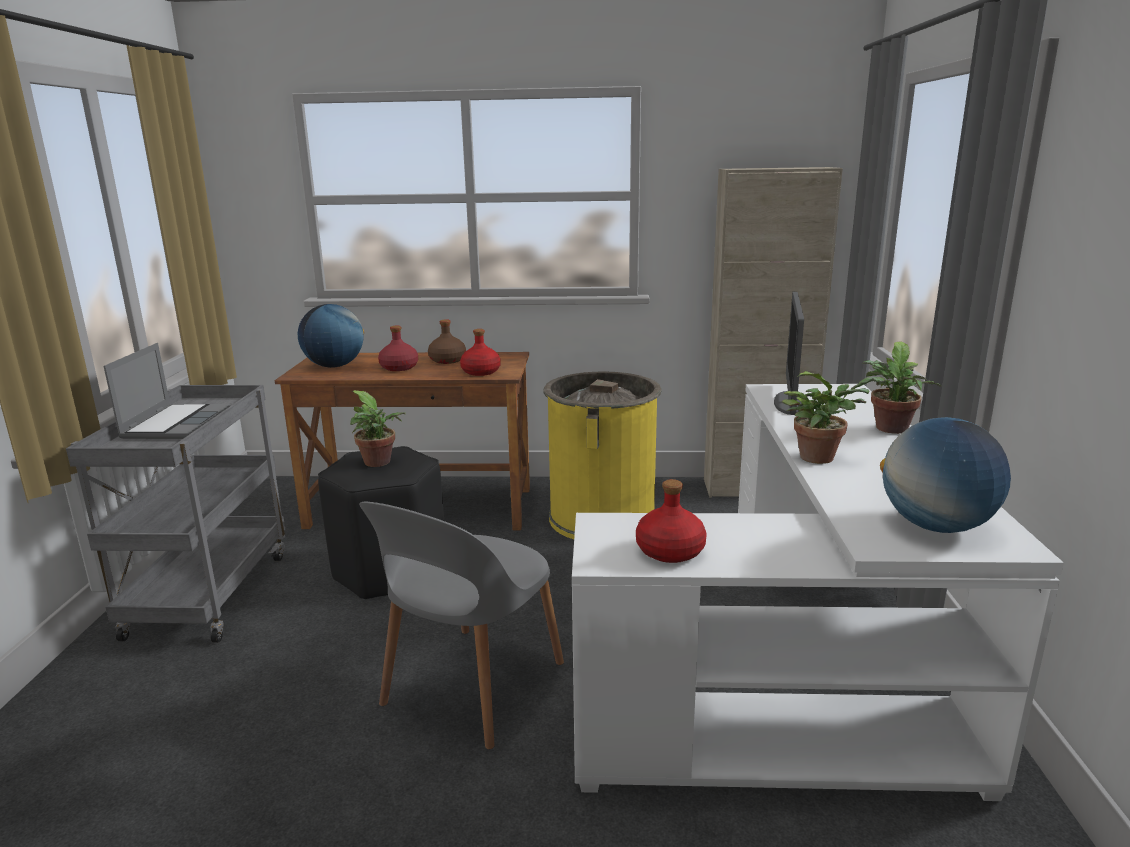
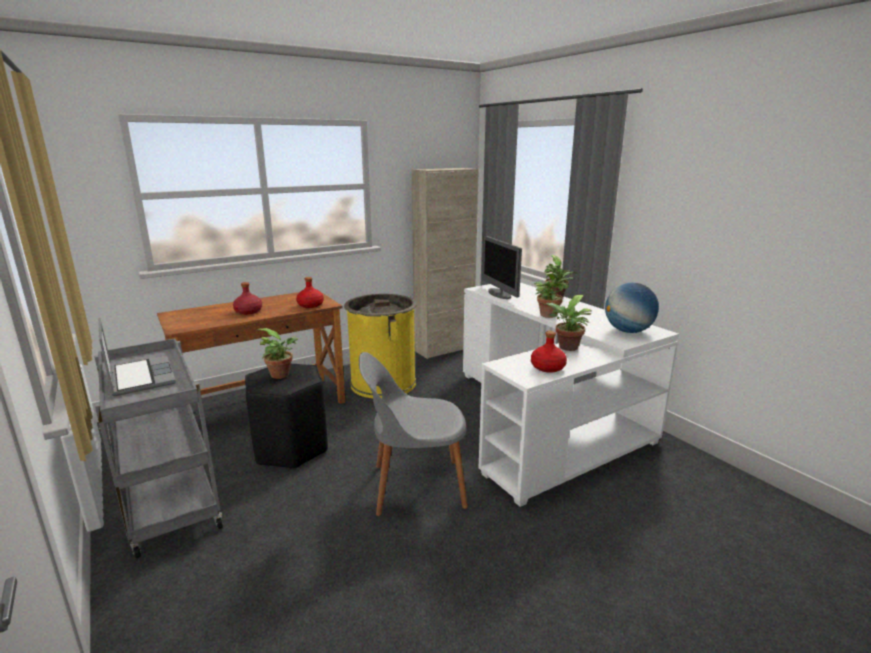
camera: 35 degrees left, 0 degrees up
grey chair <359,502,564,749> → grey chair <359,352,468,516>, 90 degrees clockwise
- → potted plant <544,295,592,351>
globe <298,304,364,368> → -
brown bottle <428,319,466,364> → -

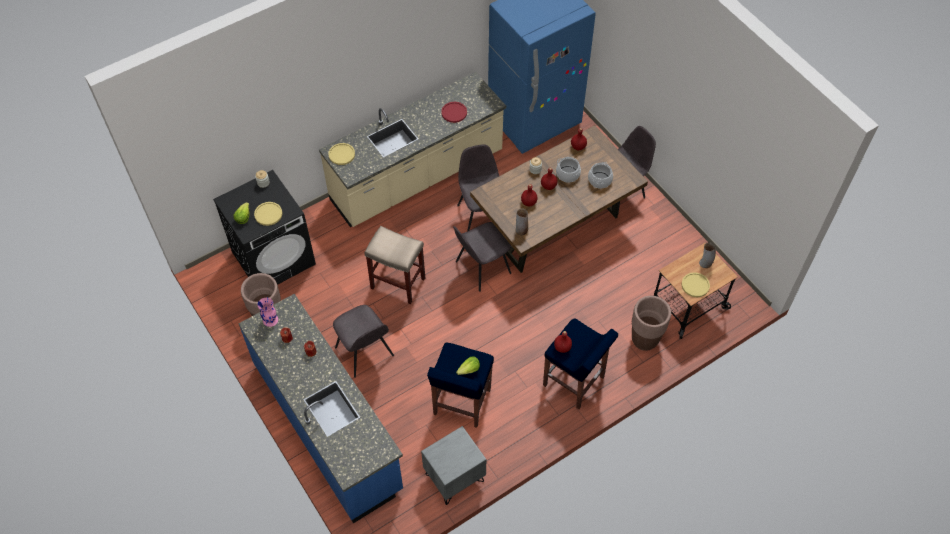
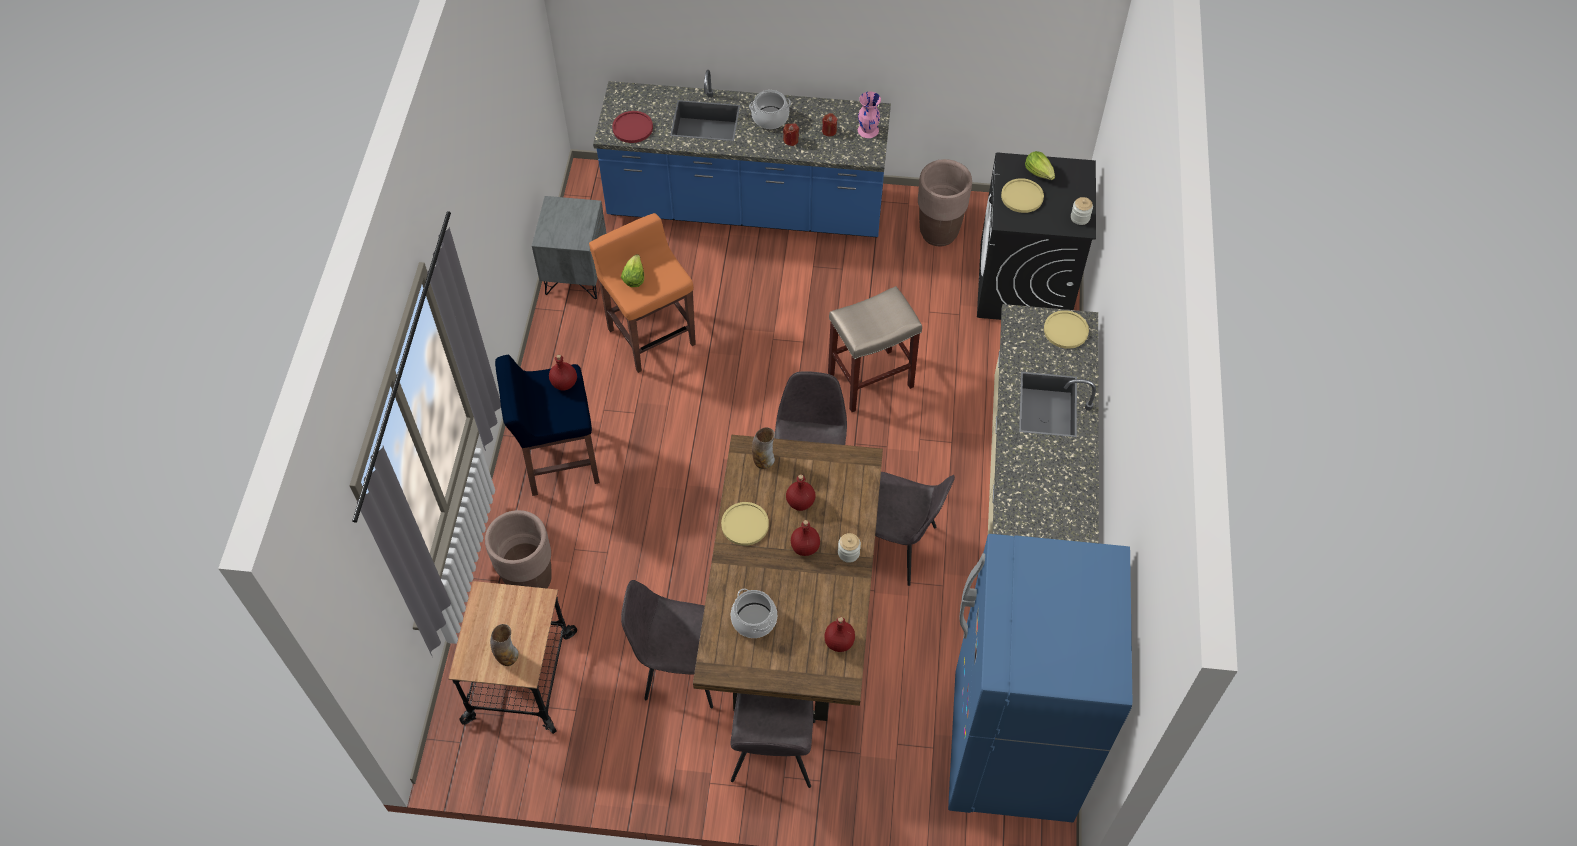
camera: 130 degrees right, 0 degrees up
blue stool <427,343,494,428> → orange stool <589,213,696,373>
red plate <441,102,467,123> → red plate <612,111,653,143>, move
grey chair <333,305,394,378> → grey chair <621,580,713,708>, move
yellow plate <682,272,710,297> → yellow plate <721,502,769,546>, move
cooking pot <556,157,581,183> → cooking pot <749,90,791,129>, move

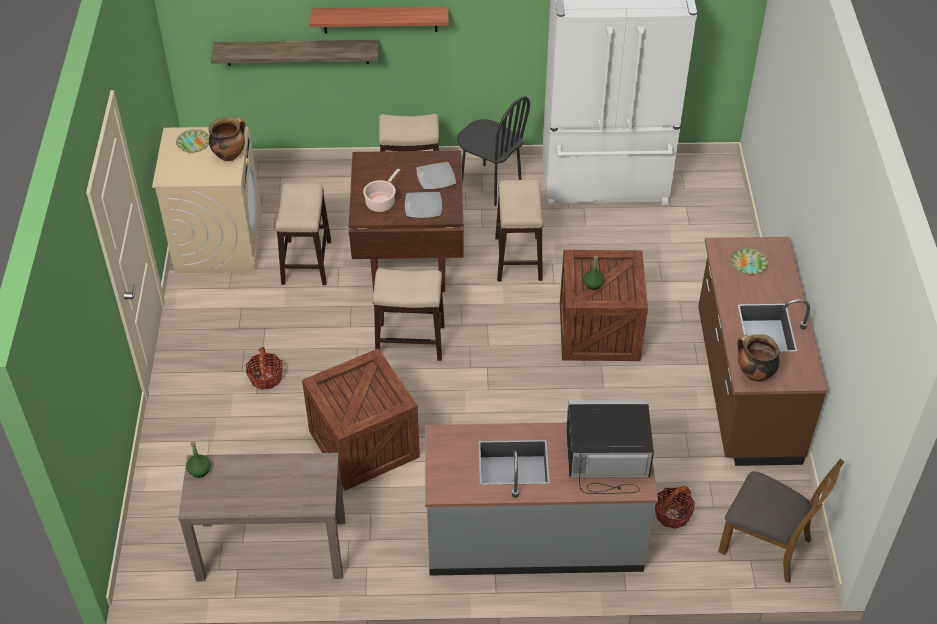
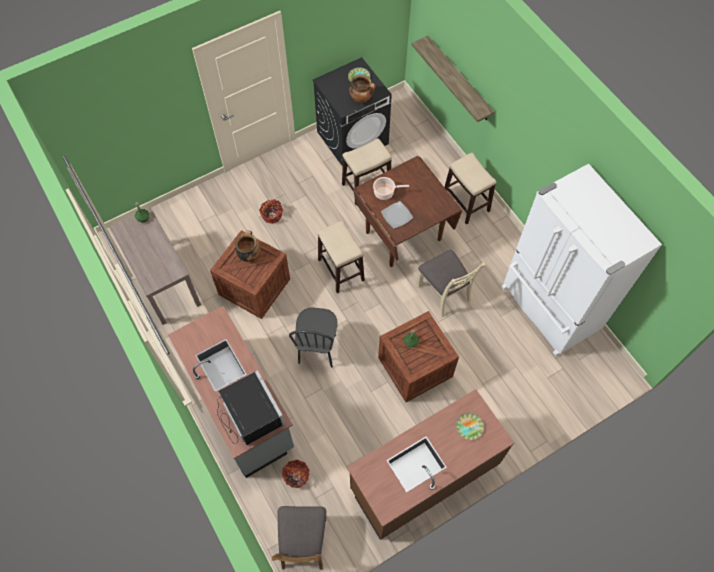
camera: 60 degrees right, 15 degrees up
cooking pot <737,334,780,382> → cooking pot <235,230,261,262>, move
black chair <457,96,530,206> → black chair <289,308,338,367>, move
beige washing machine <152,127,262,274> → black washing machine <313,57,392,167>
stool <495,180,543,281> → beige chair <417,250,485,317>
shelf <310,7,449,33> → -
plate <416,162,456,189> → -

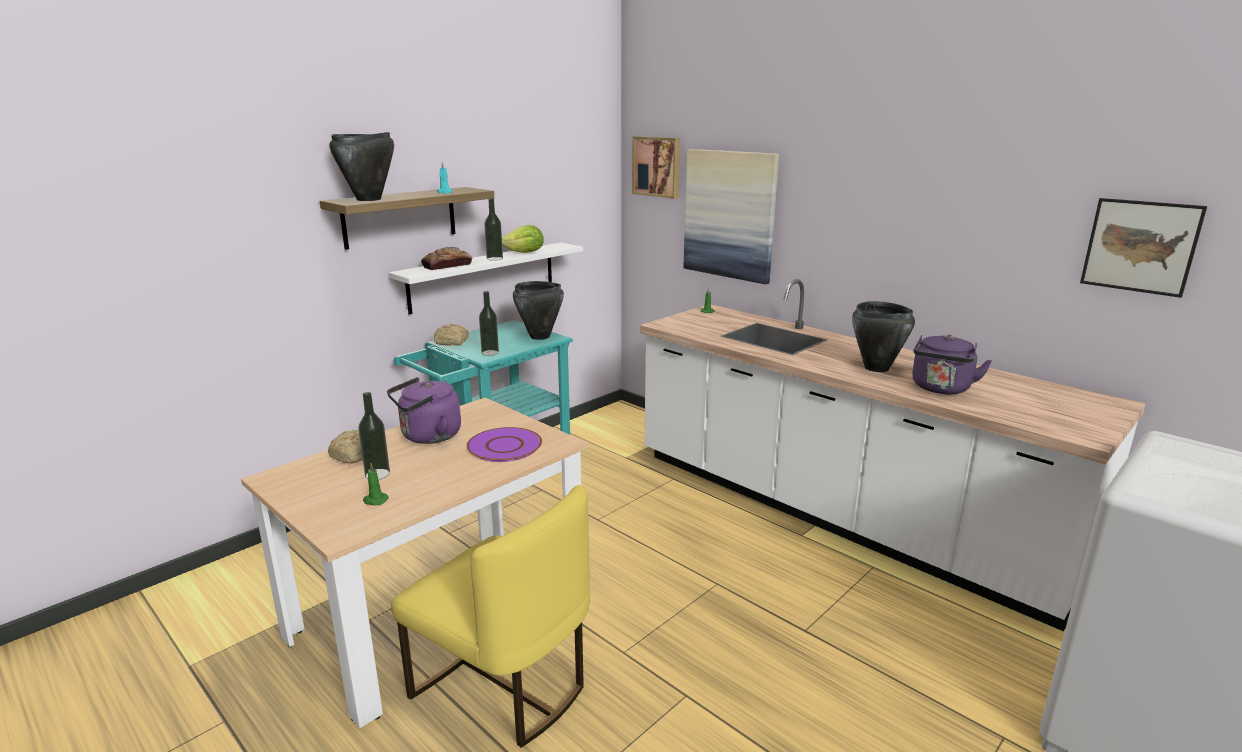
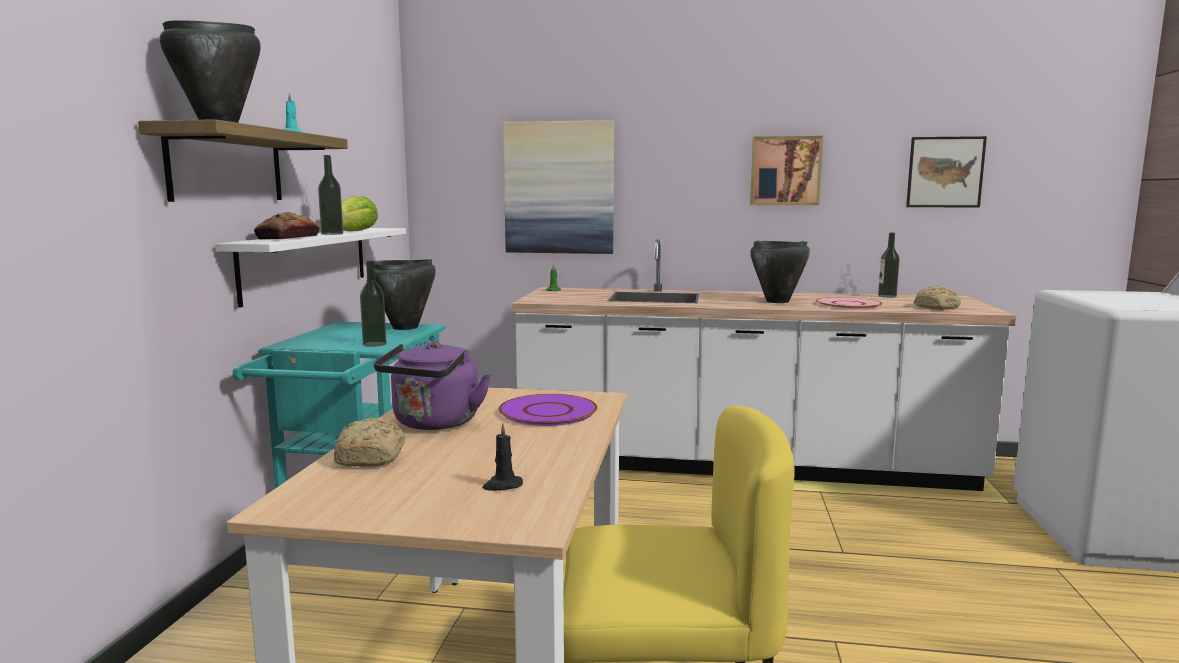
camera: 35 degrees left, 10 degrees down
green candle <363,463,389,506> → black candle <482,423,523,491>
picture <632,136,680,199> → picture <750,136,823,205>, move
purple kettle <912,334,992,394> → pink plate <816,297,883,309>
bottle <358,392,390,480> → bottle <878,233,900,298>, move
bread <434,323,469,346> → bread <914,286,961,310>, move

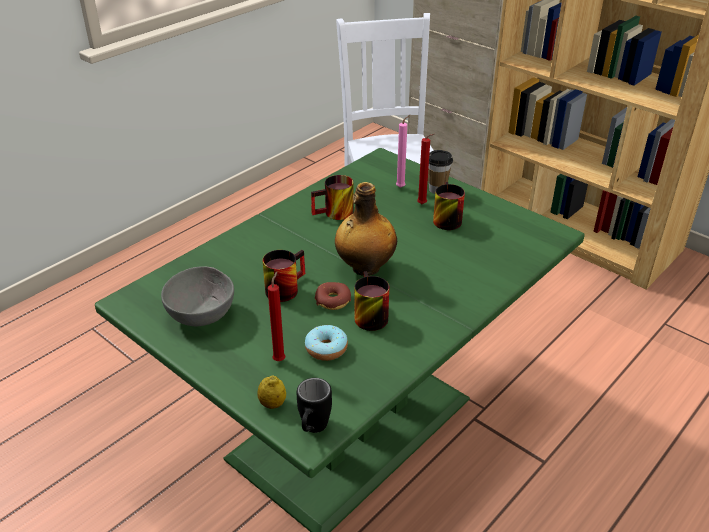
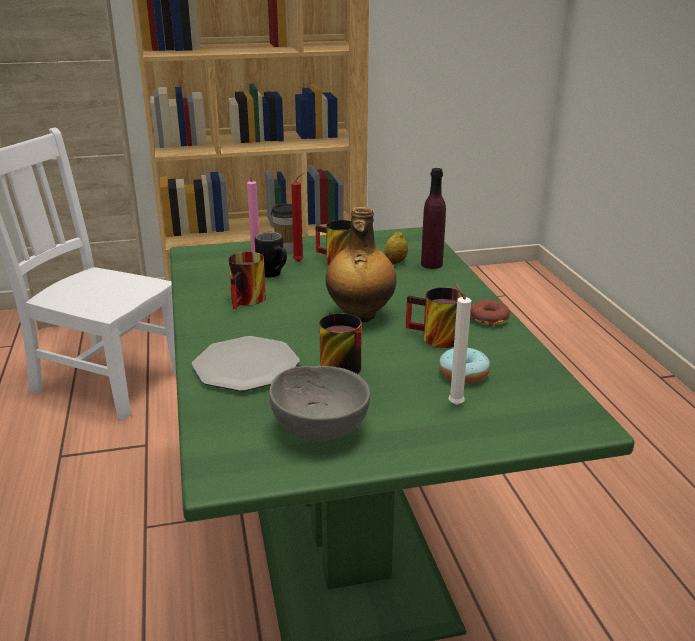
camera: 55 degrees left, 10 degrees down
- → plate <192,336,299,391>
black mug <297,378,332,433> → black mug <255,232,287,278>, move
lemon <257,375,286,409> → lemon <384,231,408,264>, move
- → purple bottle <421,168,446,269>
red candle <268,272,286,361> → white candle <449,282,471,405>
donut <315,282,351,310> → donut <470,299,510,326>, move

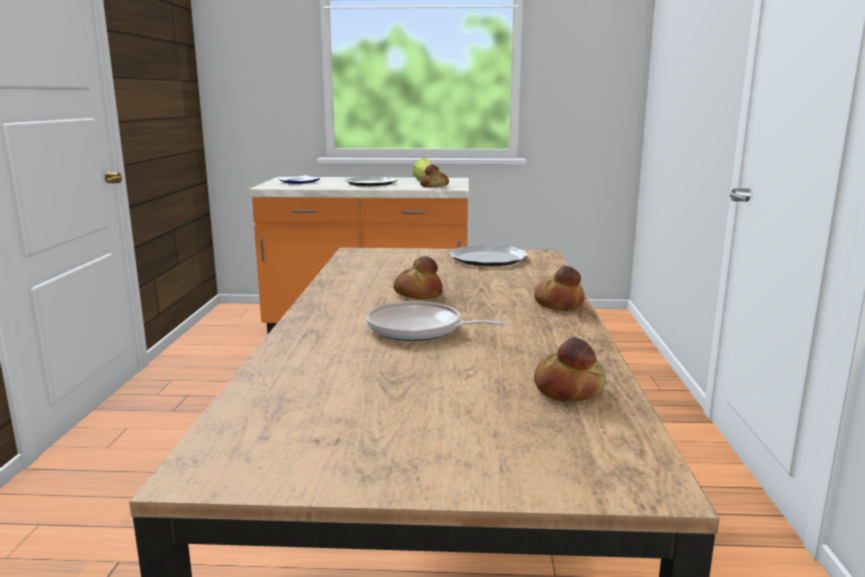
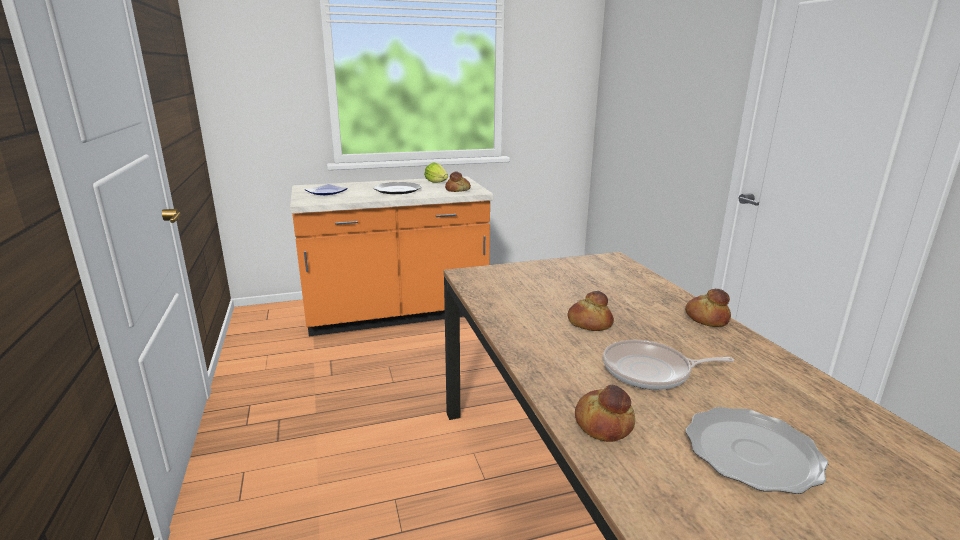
camera: 20 degrees left, 5 degrees up
bread <534,337,606,402> → bread <575,385,635,442>, move
plate <449,245,529,266> → plate <686,407,829,494>, move

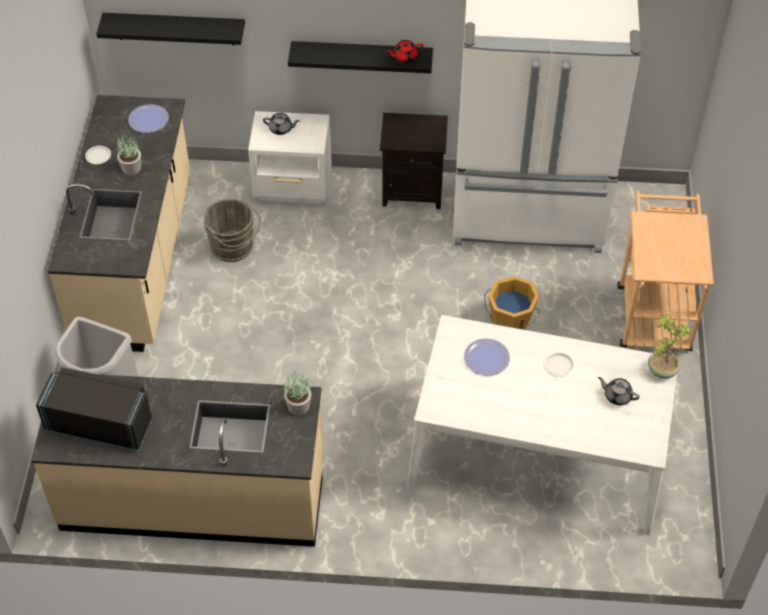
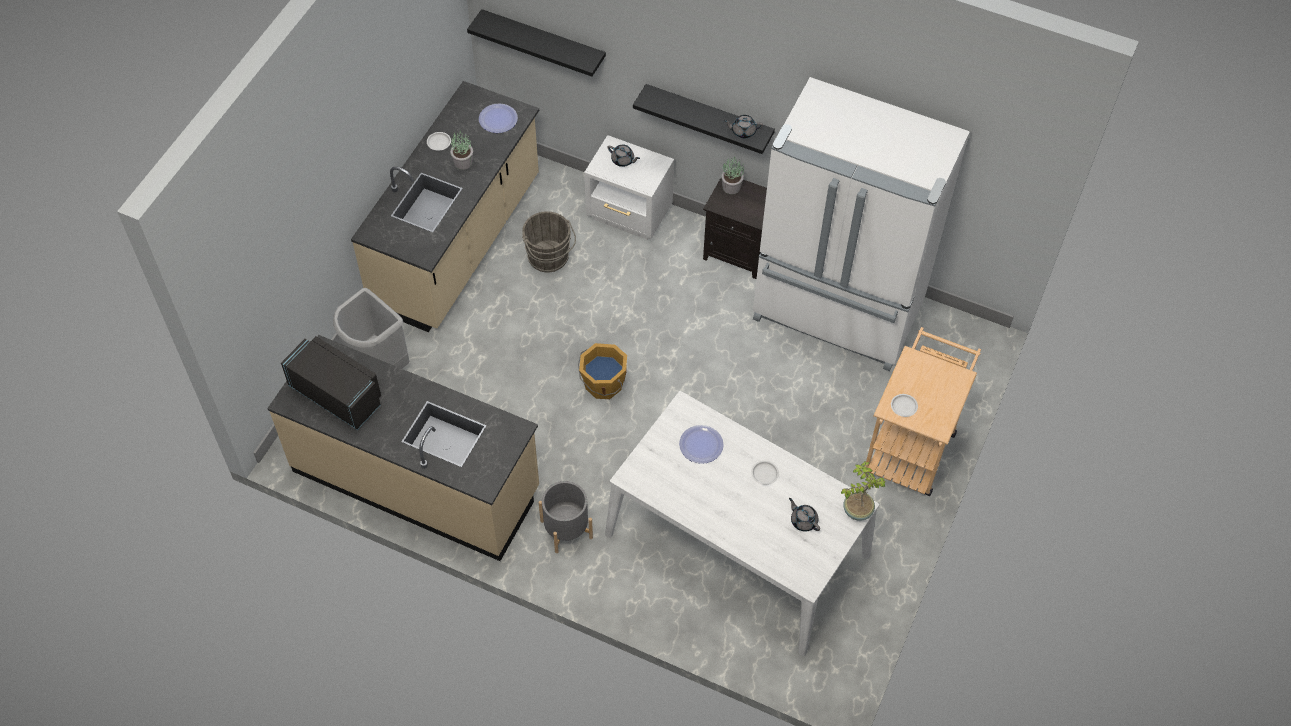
camera: 20 degrees right, 5 degrees up
- → grey planter <539,481,593,553>
orange bucket <484,276,540,330> → orange bucket <578,343,627,399>, move
potted plant <284,372,311,415> → potted plant <721,157,744,194>, move
red teapot <386,40,423,64> → grey teapot <724,115,763,138>
- → white plate <891,394,918,417>

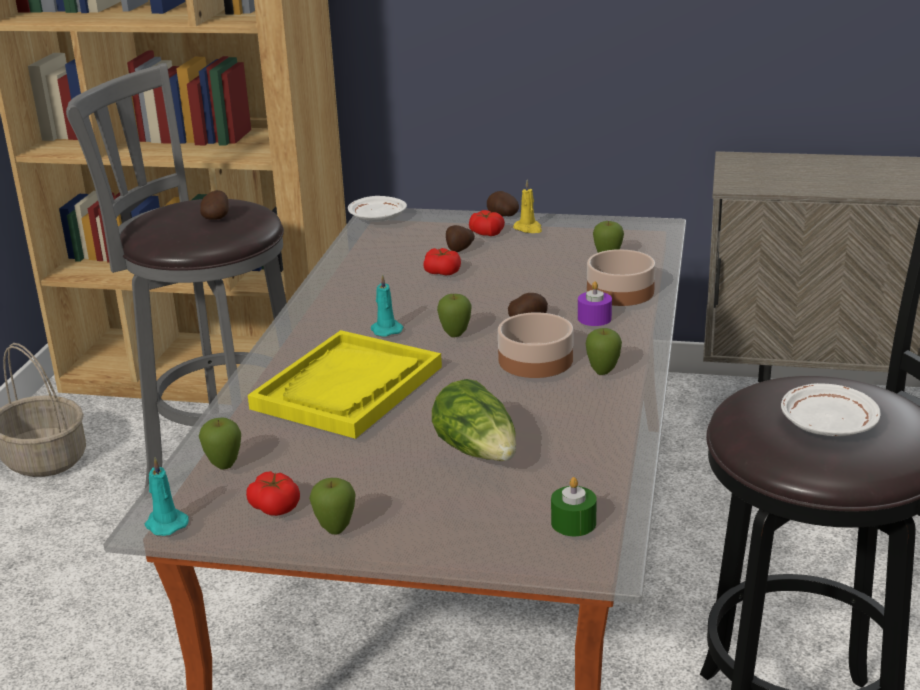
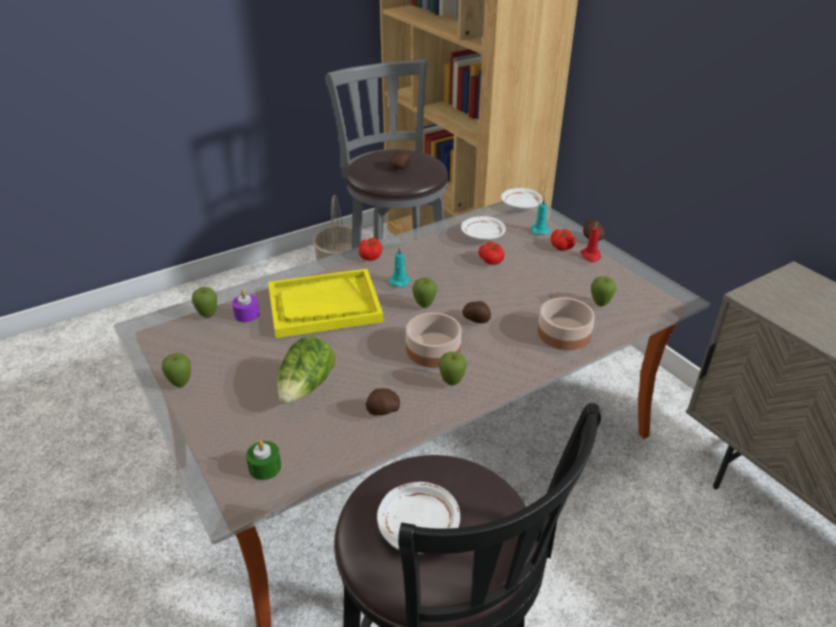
camera: 45 degrees right, 10 degrees up
purple candle <578,281,612,326> → purple candle <232,290,260,322>, move
tomato <246,471,300,516> → tomato <359,238,382,261>, move
potato <446,225,475,252> → potato <366,388,400,415>, move
- → white plate <461,216,506,241>
turquoise candle <145,458,189,536> → turquoise candle <531,198,550,235>, move
yellow candle <513,180,542,233> → red candle <580,222,601,263>

